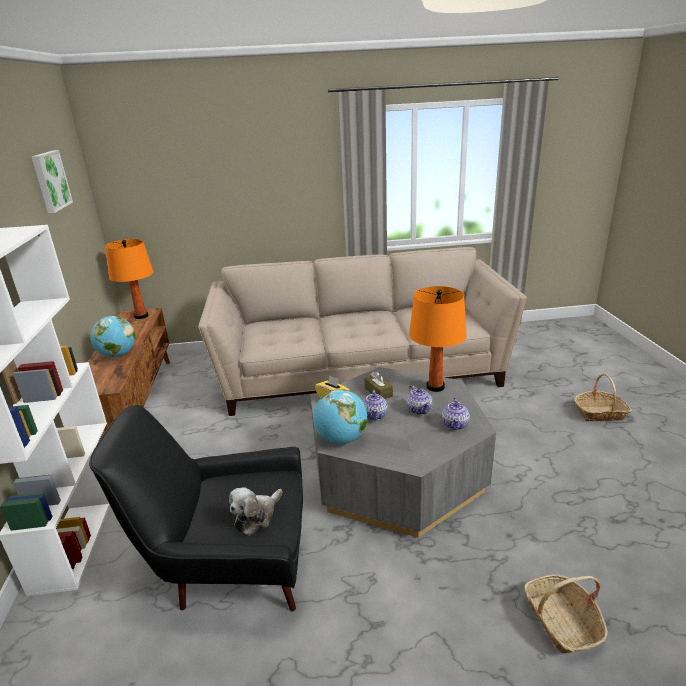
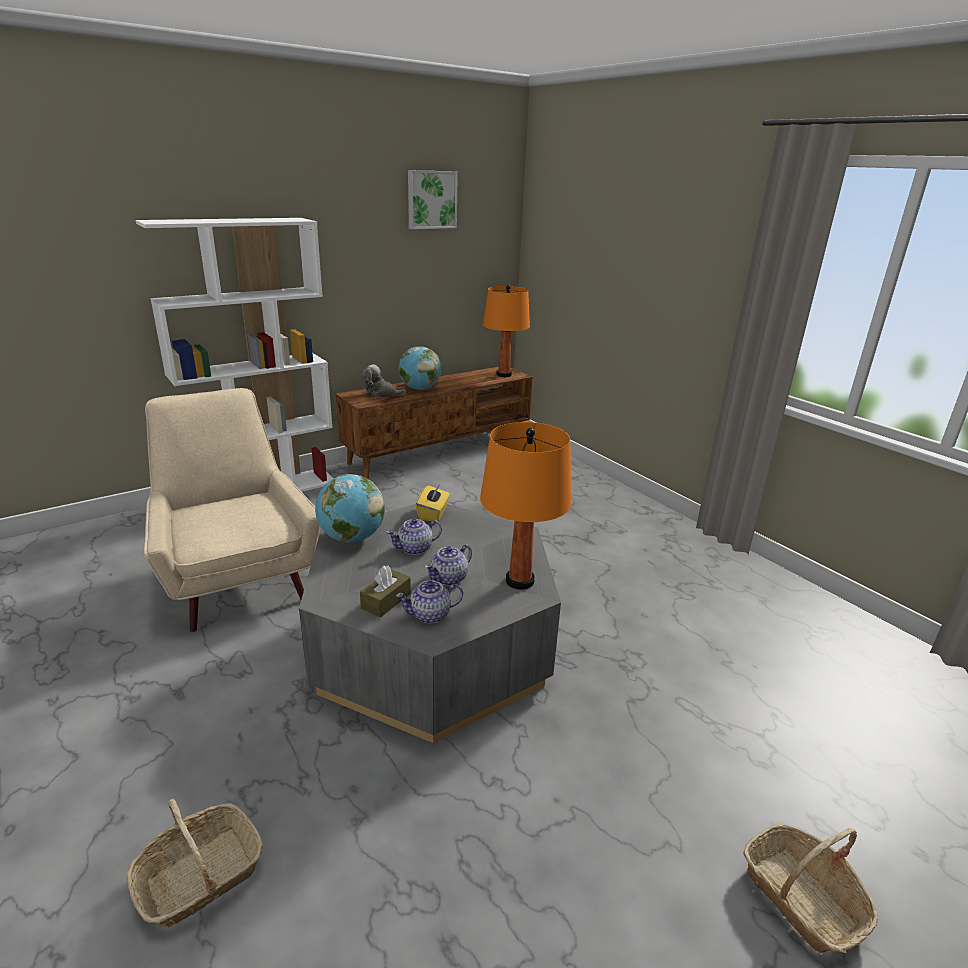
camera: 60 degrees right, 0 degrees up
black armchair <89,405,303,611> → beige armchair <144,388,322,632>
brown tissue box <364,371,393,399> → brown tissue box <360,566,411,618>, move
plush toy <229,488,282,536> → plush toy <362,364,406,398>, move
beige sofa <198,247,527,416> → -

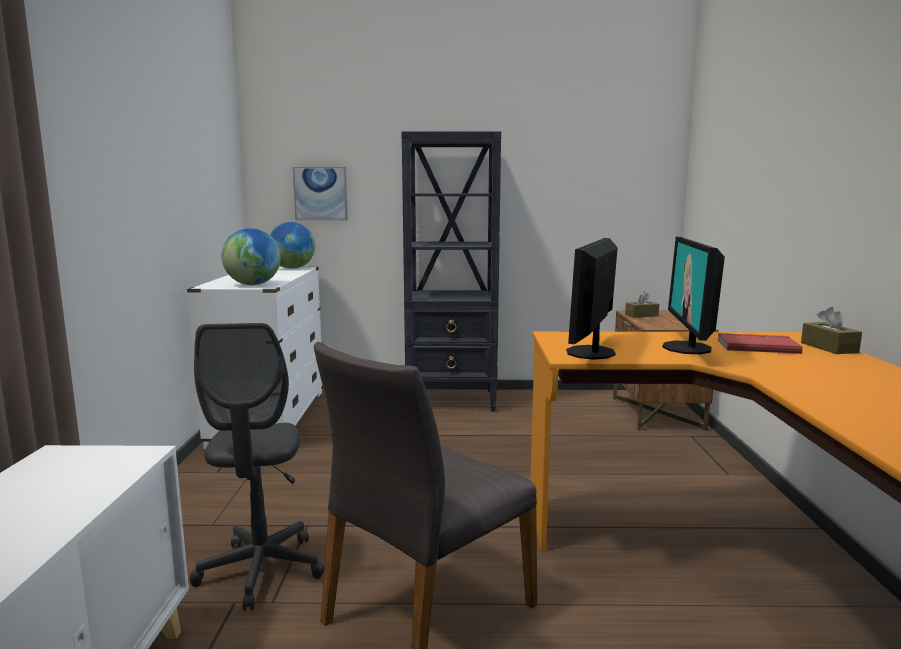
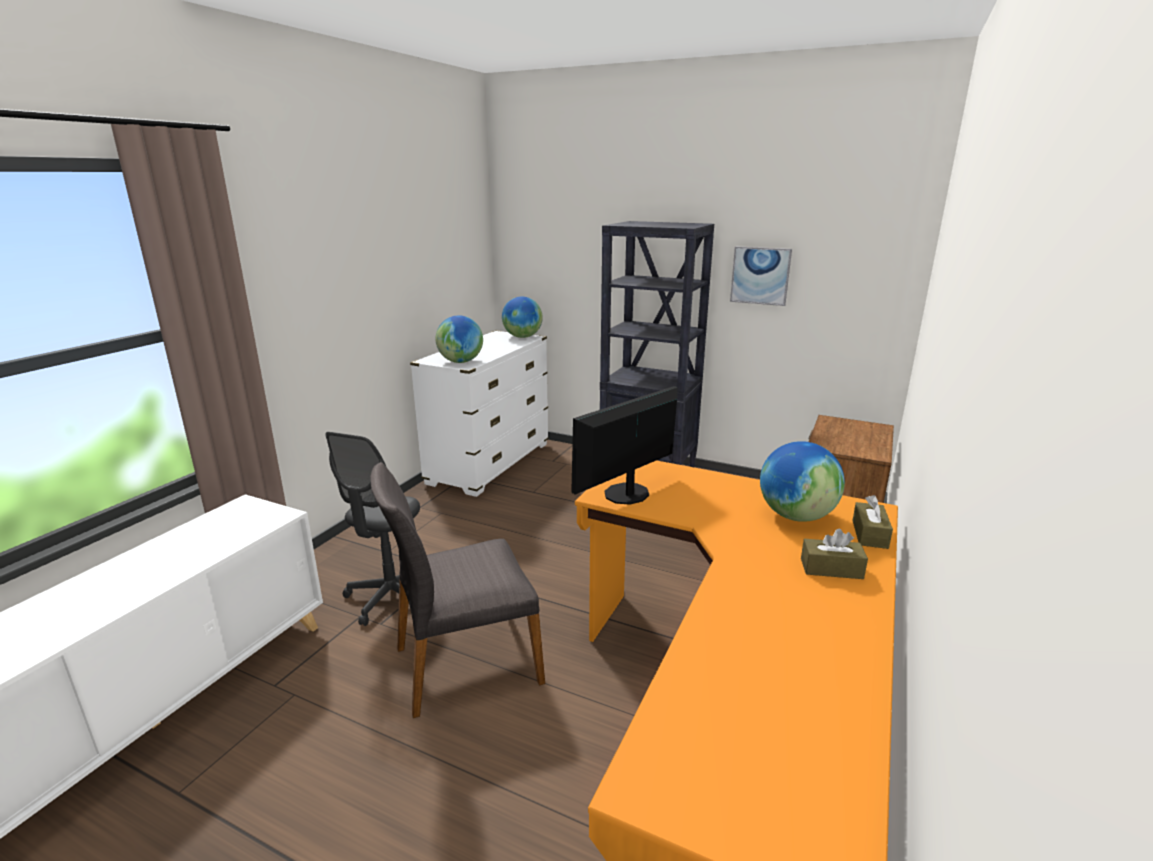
camera: 25 degrees right, 10 degrees up
picture <293,167,348,220> → picture <730,246,792,306>, move
red book <717,333,802,354> → globe <760,441,845,522>
brown tissue box <625,291,659,318> → brown tissue box <801,529,868,579>, move
monitor <662,237,725,354> → -

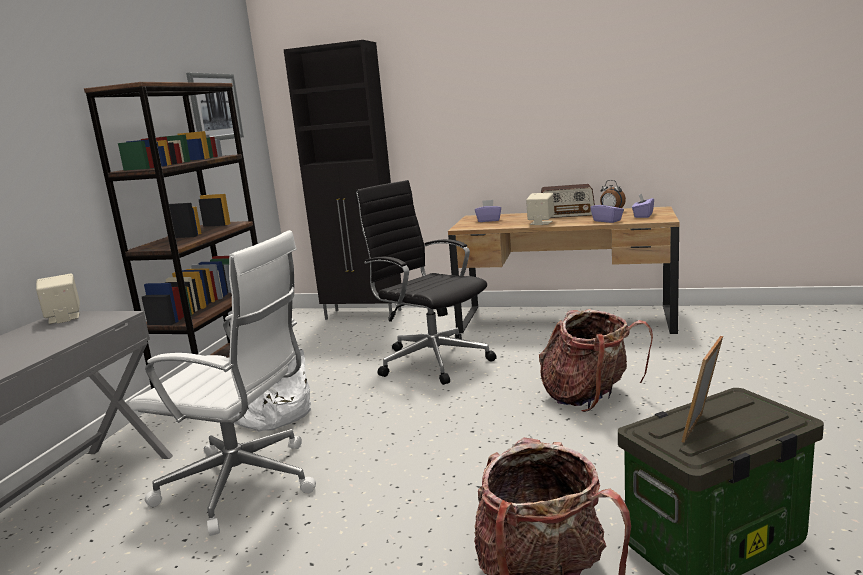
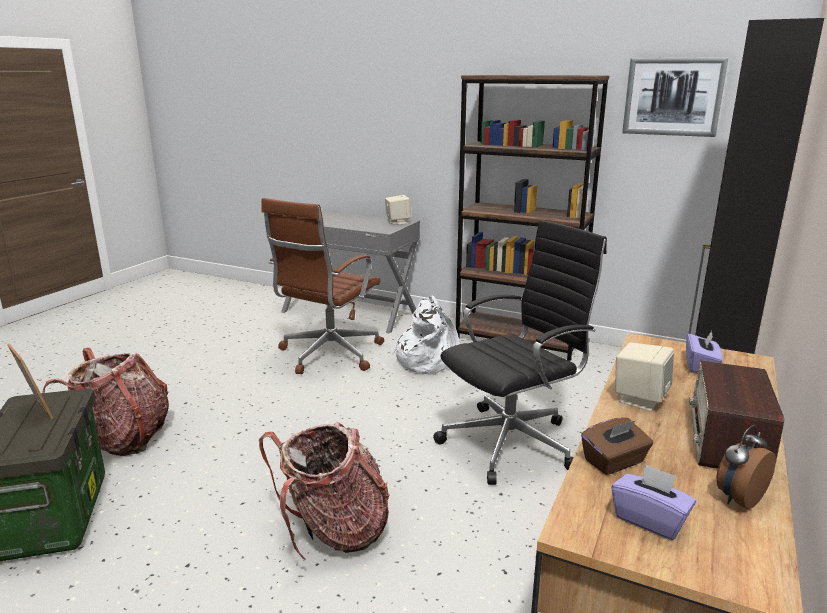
camera: 100 degrees right, 5 degrees up
white office chair <129,230,316,536> → brown office chair <261,198,384,374>
purple tissue box <591,198,624,223> → brown tissue box <581,418,653,475>

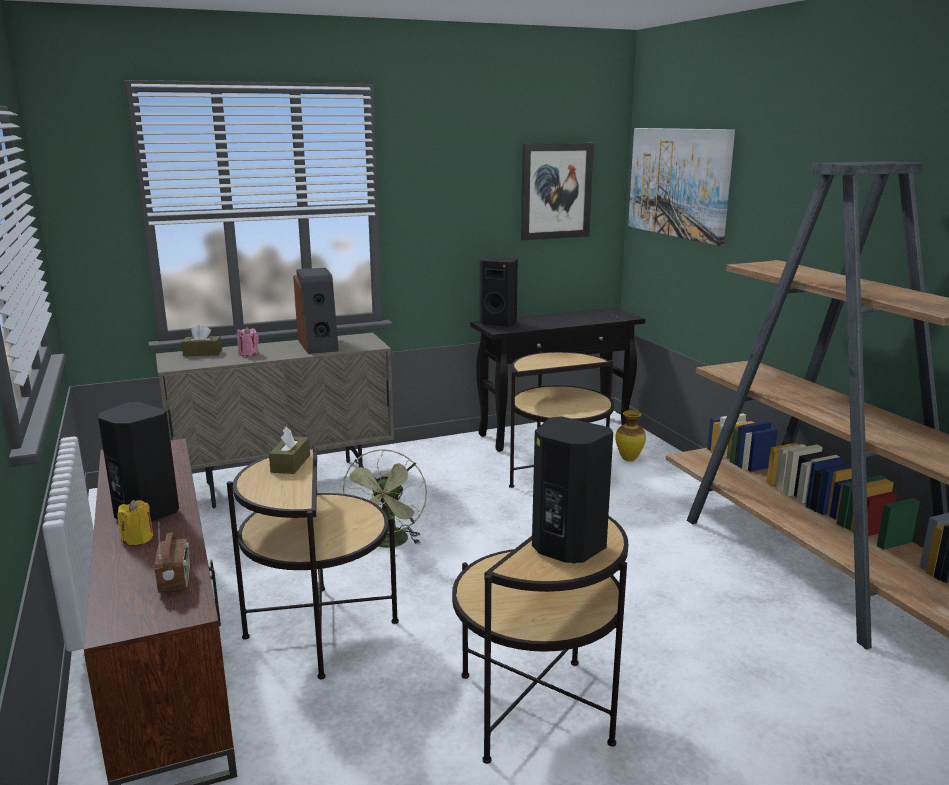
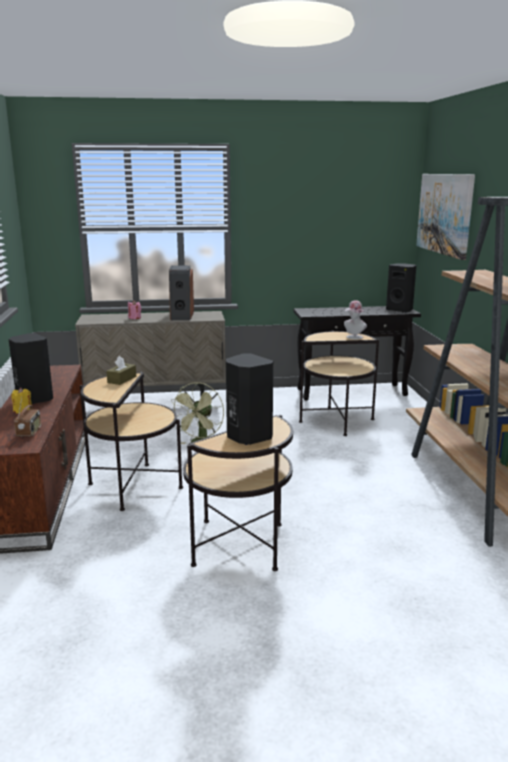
camera: 15 degrees right, 0 degrees up
- → hat <344,300,367,339>
black speaker <480,256,518,327> → black speaker <386,263,416,313>, move
brown tissue box <181,324,222,356> → -
picture <521,143,594,240> → -
vase <615,410,646,461> → -

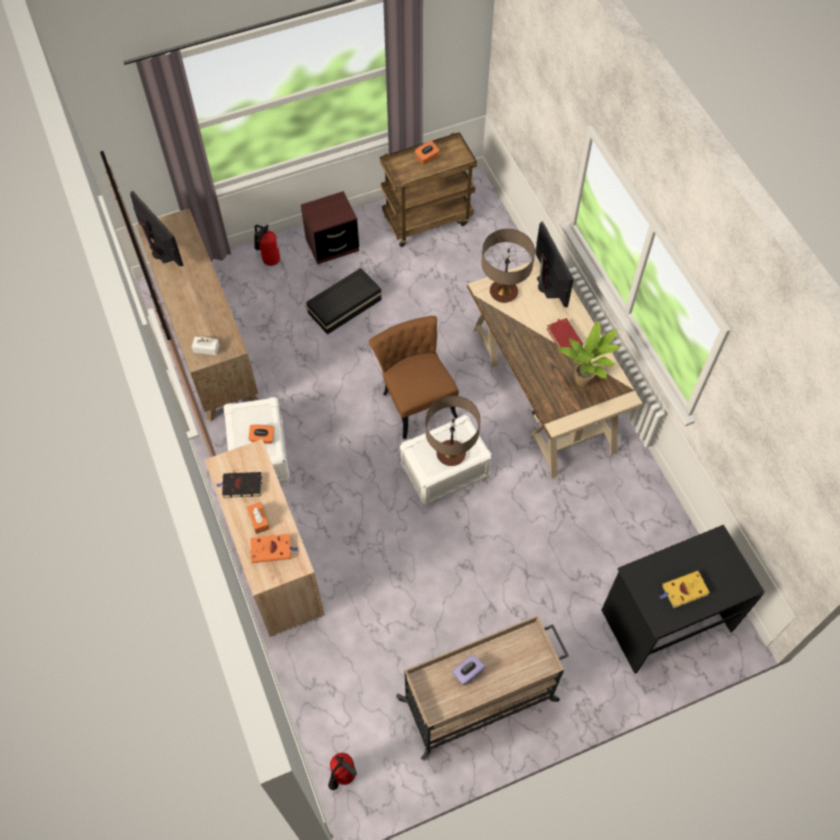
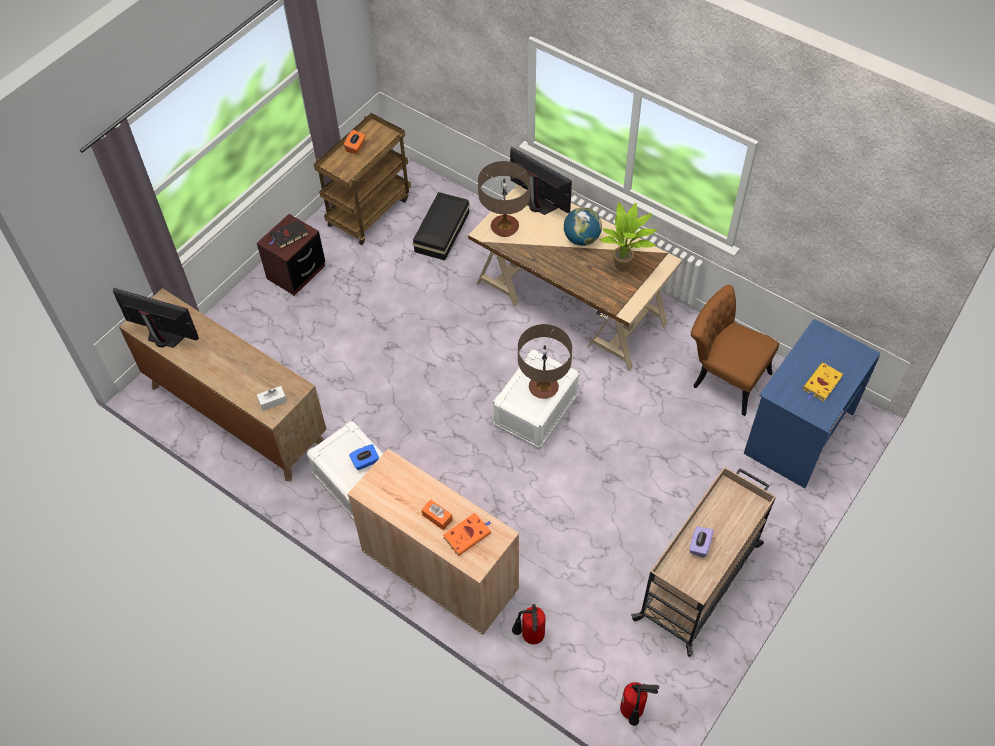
camera: 30 degrees left, 5 degrees down
black book <216,472,262,498> → black book <269,220,308,248>, move
orange tissue box <248,425,275,444> → blue tissue box <349,444,379,470>
black storage box <306,268,382,335> → black storage box <413,192,470,260>, move
fire extinguisher <254,225,280,266> → fire extinguisher <512,604,546,644>, move
red book <547,318,583,354> → globe <564,207,602,246>
brown chair <369,316,459,439> → brown chair <691,285,779,416>, move
black desk <601,525,765,674> → blue desk <744,319,880,488>

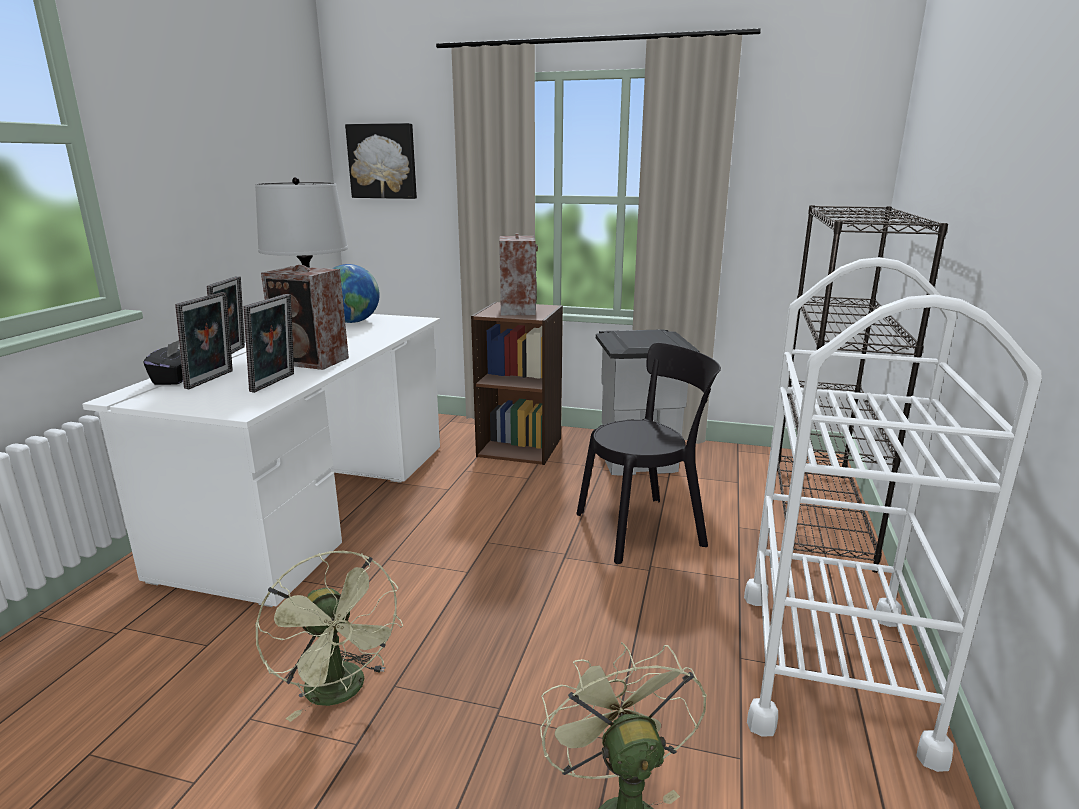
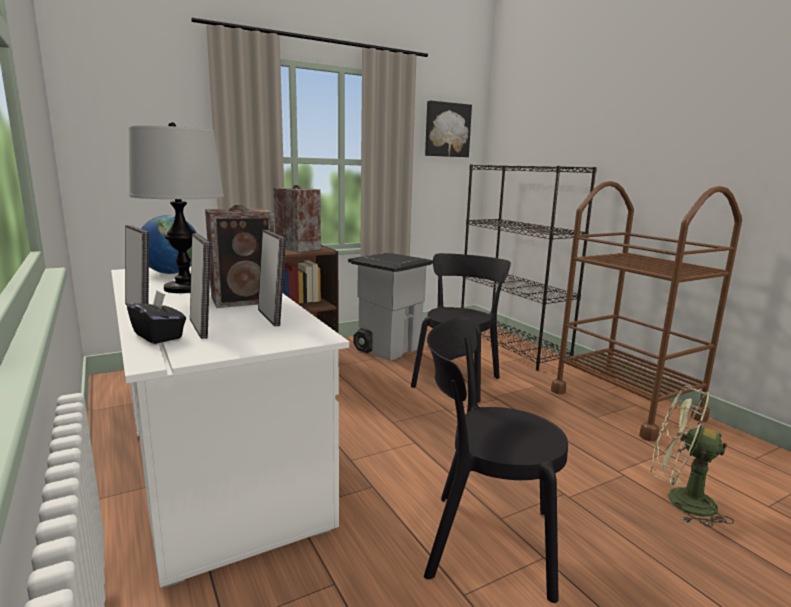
camera: 45 degrees left, 5 degrees down
green fan <256,551,403,722> → black chair <424,316,568,603>
picture <345,123,417,199> → picture <425,101,472,157>, move
white cart <744,257,1042,772> → brown cart <551,181,742,441>

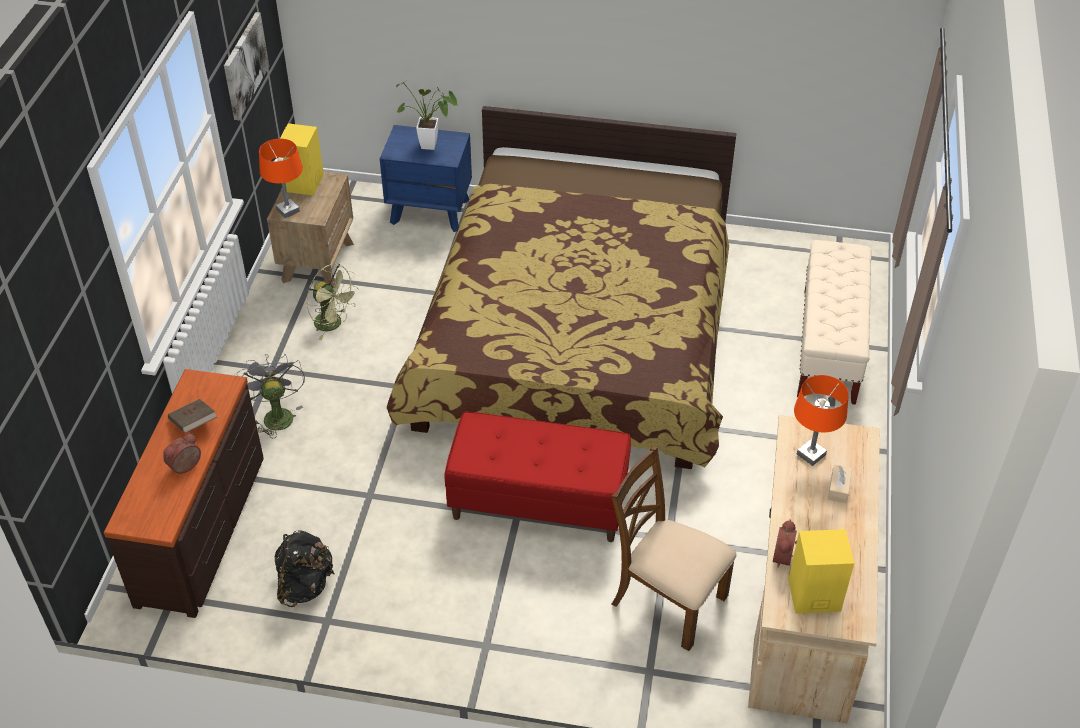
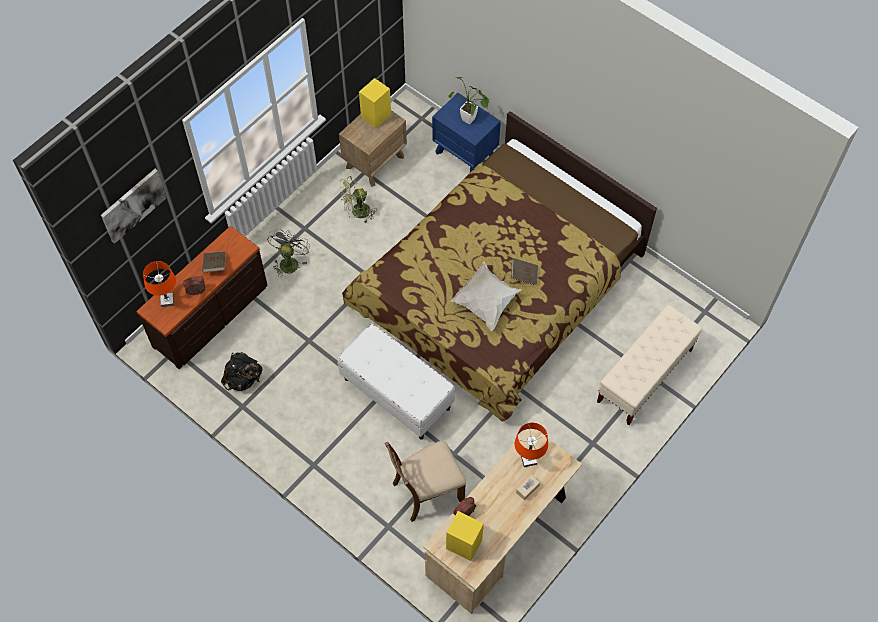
camera: 30 degrees right, 15 degrees up
picture <224,12,269,120> → picture <101,169,167,244>, move
orange table lamp <259,139,303,218> → orange table lamp <143,261,176,307>, move
red bench <445,412,631,542> → white bench <337,324,455,440>
green fan <306,263,359,340> → green fan <339,176,377,223>, 90 degrees clockwise
brown chair <611,446,737,651> → brown chair <385,440,466,522>, 90 degrees counterclockwise
- → white pillow <450,261,521,331>
- → brown book <511,258,538,285>

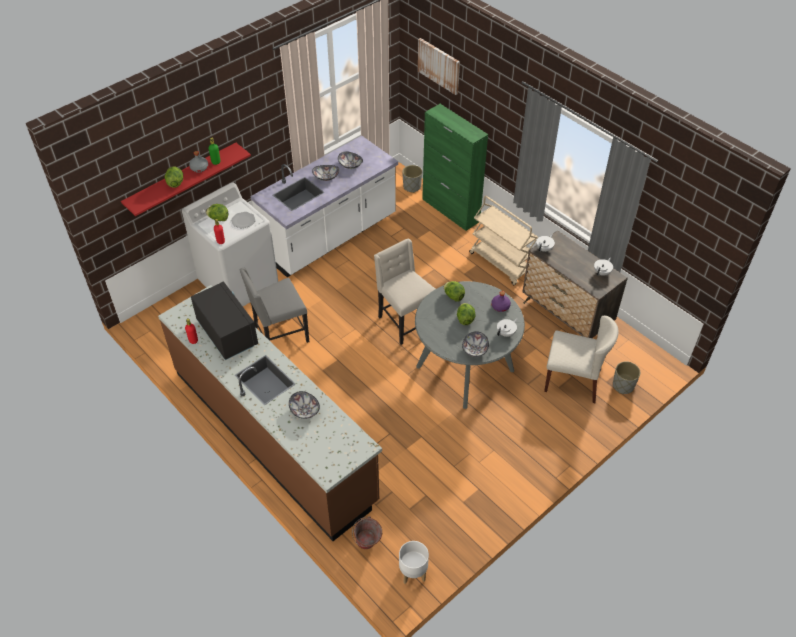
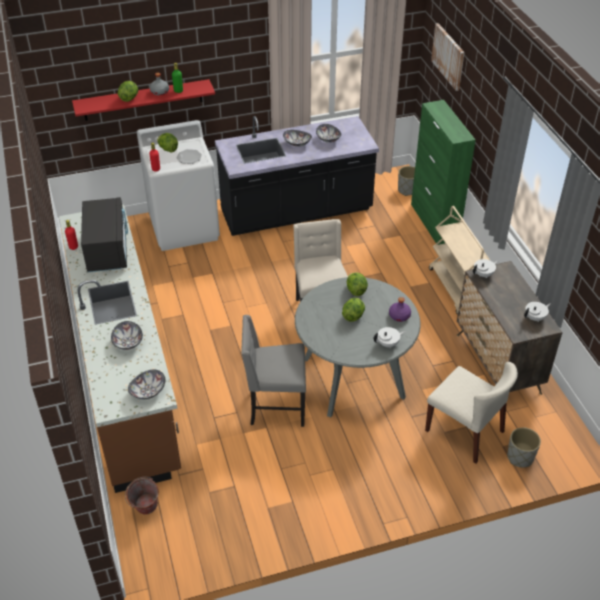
camera: 25 degrees right, 5 degrees down
bowl <462,331,489,357> → bowl <128,369,165,399>, move
white counter <251,136,398,277> → black counter <215,116,379,236>
grey chair <239,268,309,343> → grey chair <241,315,306,427>, move
white planter <399,541,429,584> → -

